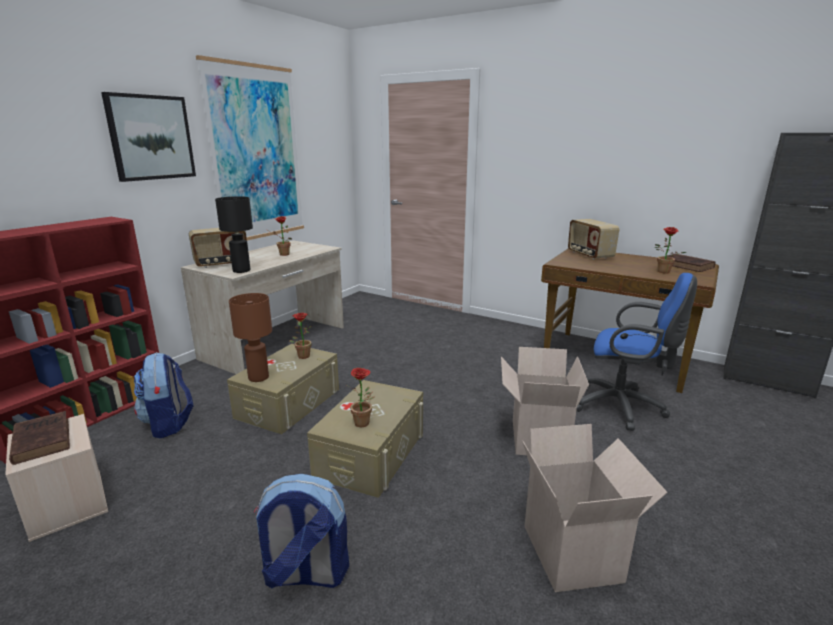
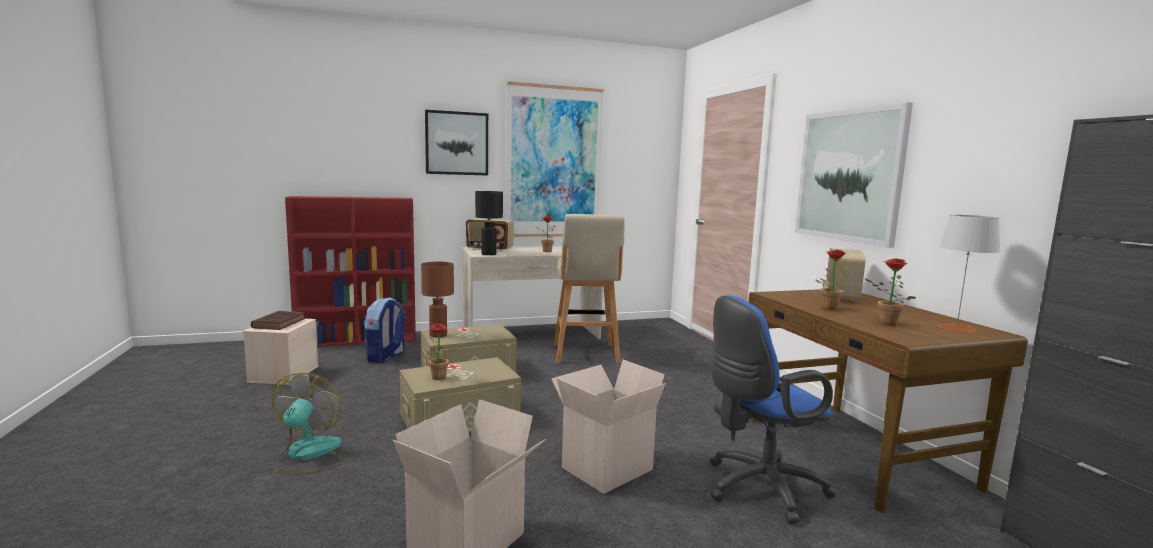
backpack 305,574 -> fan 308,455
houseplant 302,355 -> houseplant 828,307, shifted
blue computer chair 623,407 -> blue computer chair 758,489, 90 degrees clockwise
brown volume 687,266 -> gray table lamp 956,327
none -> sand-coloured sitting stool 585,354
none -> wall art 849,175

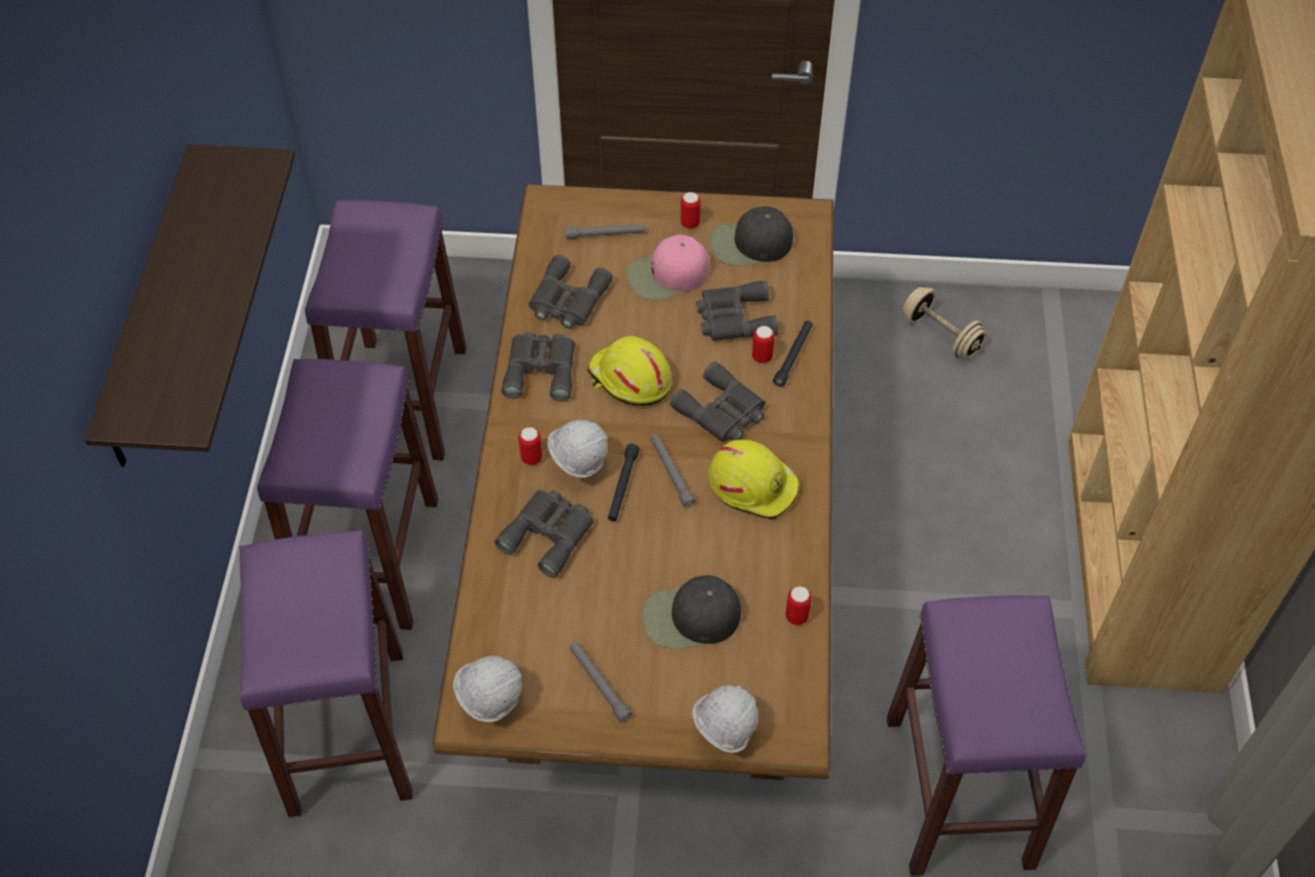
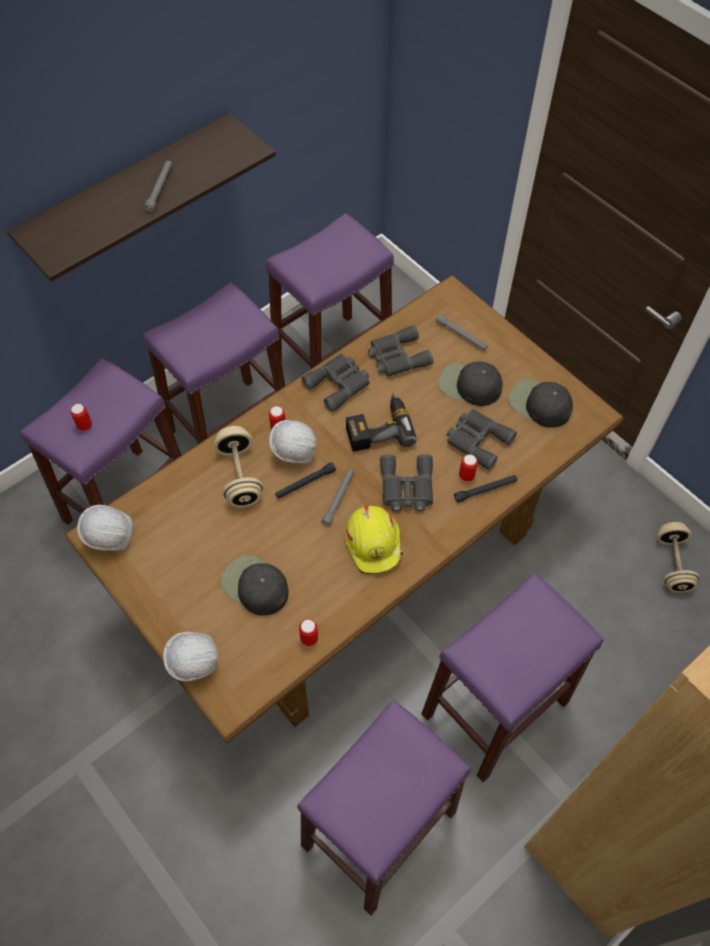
gray binoculars 549,534 -> sand-coloured free weight 240,476
gray torch 599,684 -> gray torch 159,189, shifted
yellowish safety helmet 629,379 -> drill 378,427
pink baseball cap 667,275 -> blackish baseball cap 468,385
metal can 690,223 -> metal can 84,425, shifted
none -> purple sitting stool 494,708

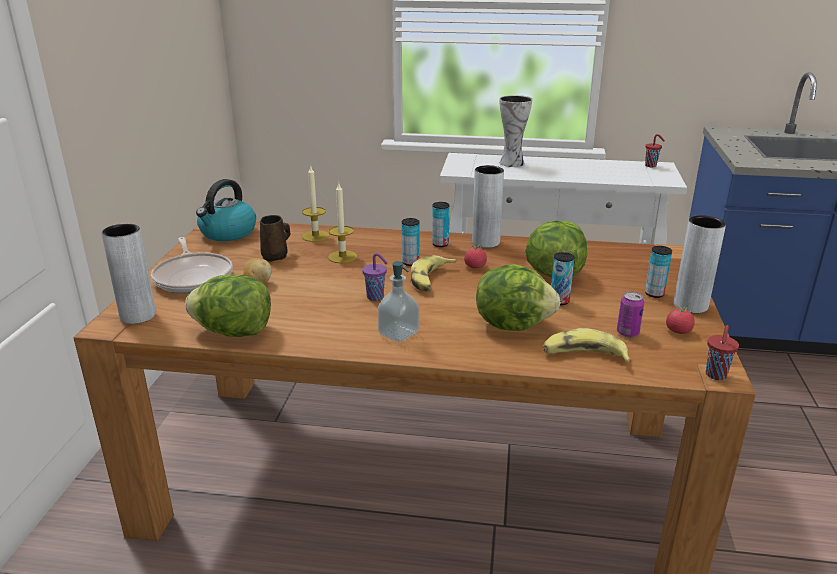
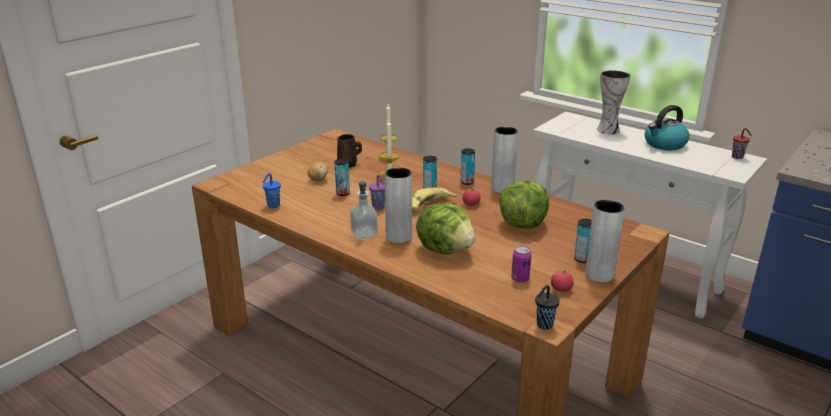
gray vase 138,315 -> gray vase 399,237, shifted
pan 193,277 -> none
lettuce head 234,332 -> blue drinking cup 273,206
water kettle 227,233 -> water kettle 664,144, shifted
banana fruit 584,356 -> none
metal can 559,301 -> metal can 343,193, shifted
reddish drinking cup 715,375 -> blackish drinking cup 543,325

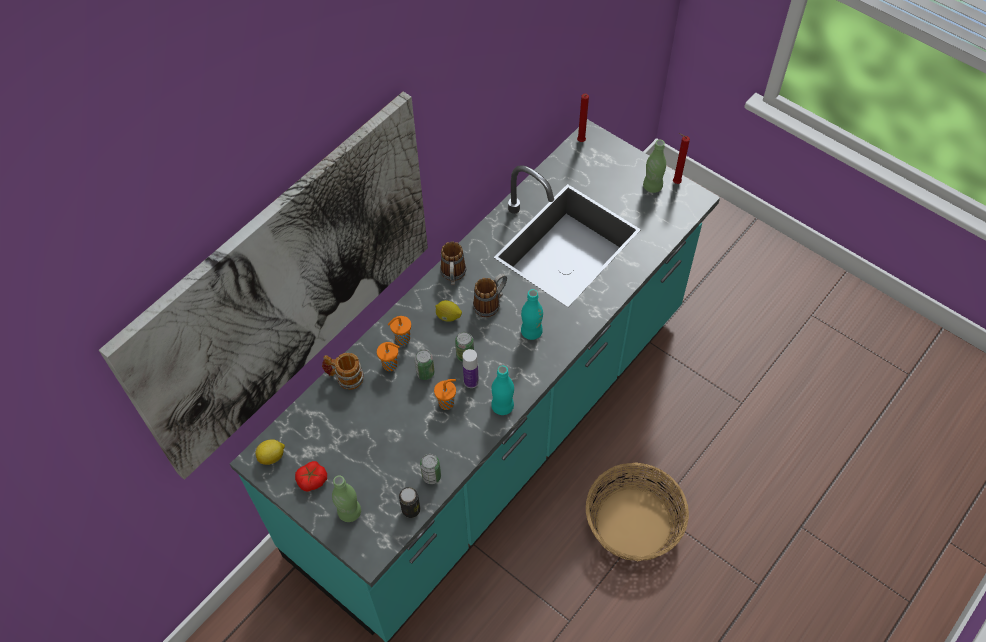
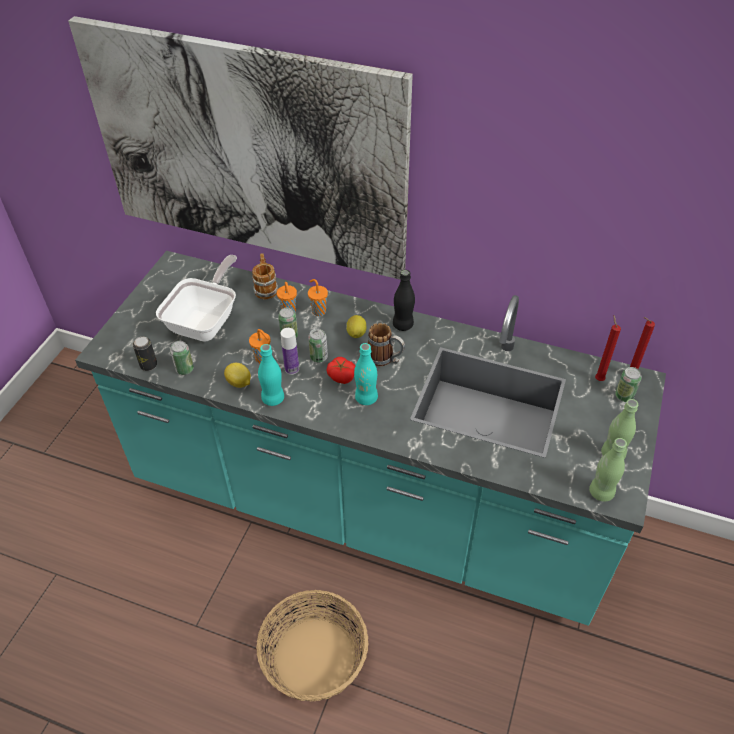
whole lemon 272,457 -> whole lemon 239,383, shifted
tomato 312,480 -> tomato 341,376, shifted
green beverage bottle 349,512 -> green beverage bottle 601,492, shifted
mug 453,276 -> blackish beverage bottle 403,325
reddish wax candle 675,182 -> reddish wax candle 598,378, shifted
none -> pan 206,321
none -> metal can 624,396

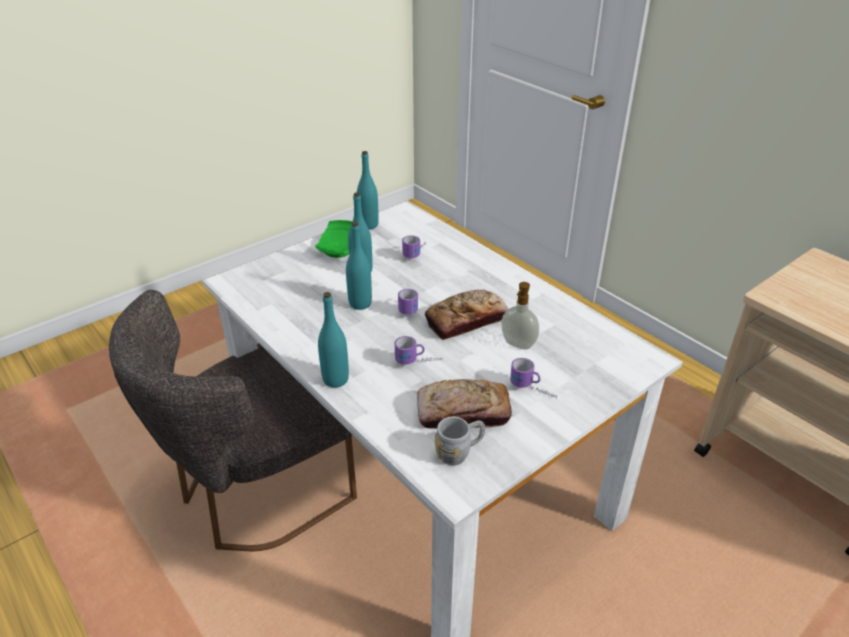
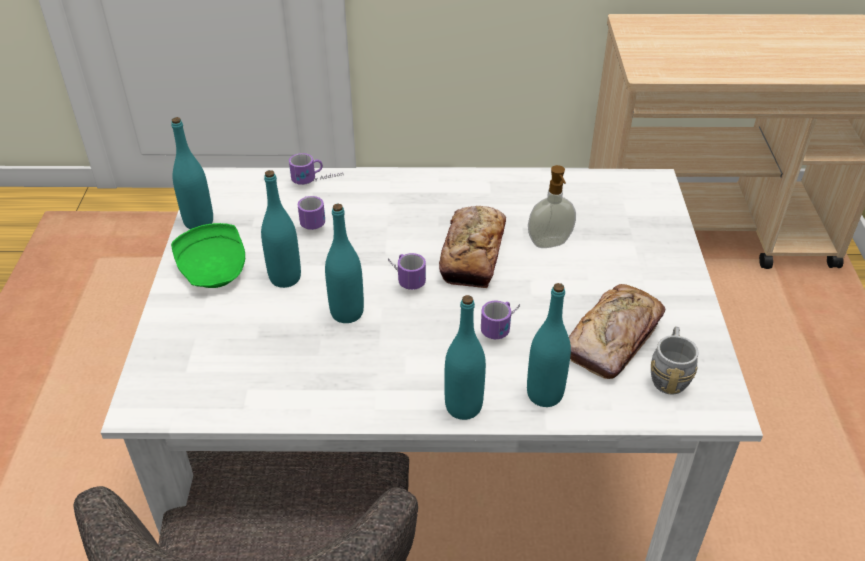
mug 533,390 -> mug 318,181, shifted
none -> turquoise-coloured beverage bottle 544,394

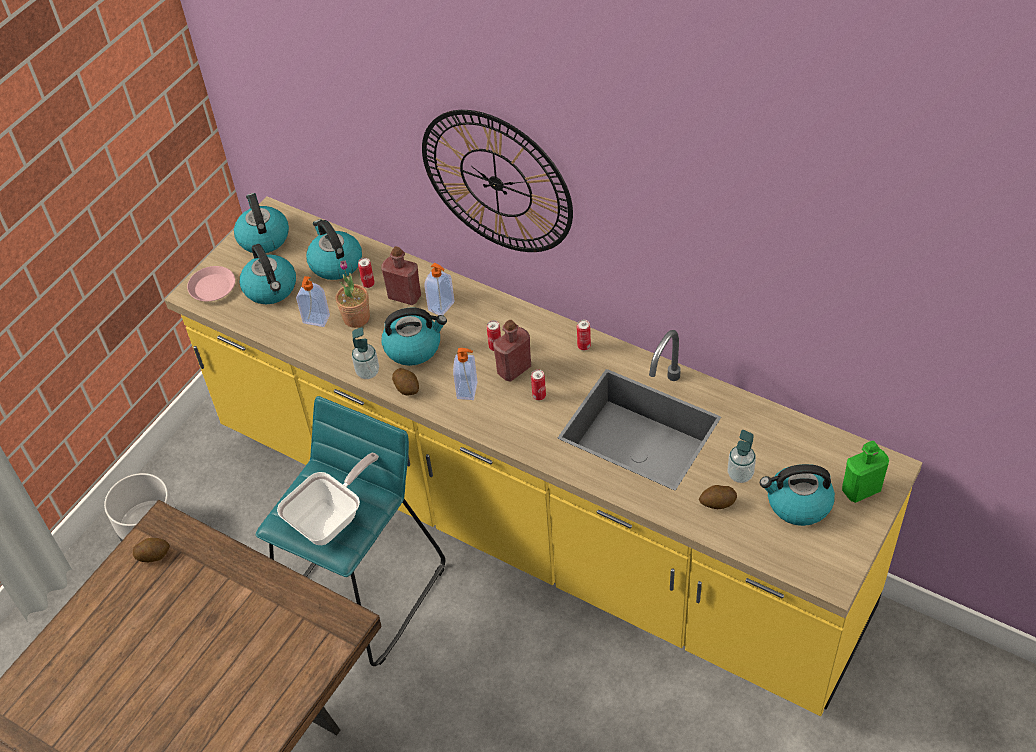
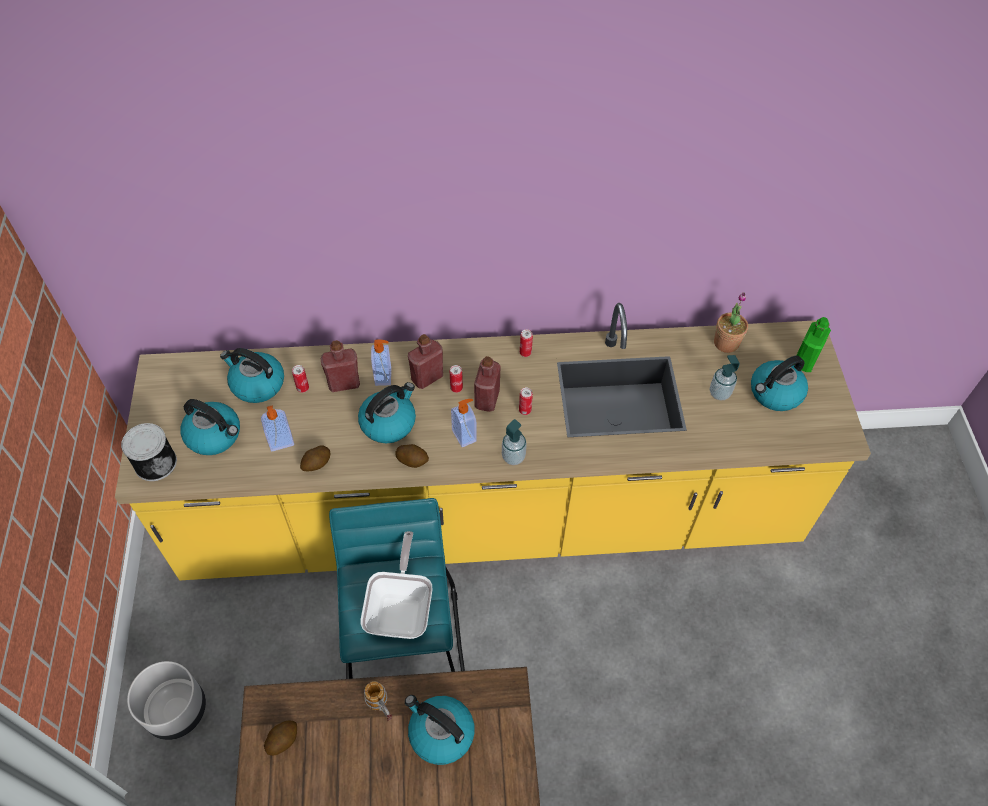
pink flat dish 212,287 -> metal can 155,462
water kettle 263,237 -> water kettle 440,733, shifted
houseplant 356,318 -> houseplant 726,343, shifted
soap bottle 367,372 -> soap bottle 513,457, shifted
hanging clock 496,182 -> none
spud 717,503 -> spud 316,464, shifted
none -> mug 381,708
none -> reddish beverage bottle 427,377

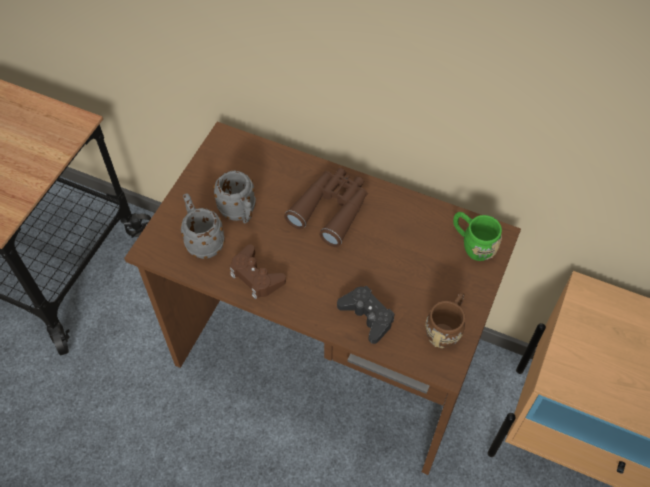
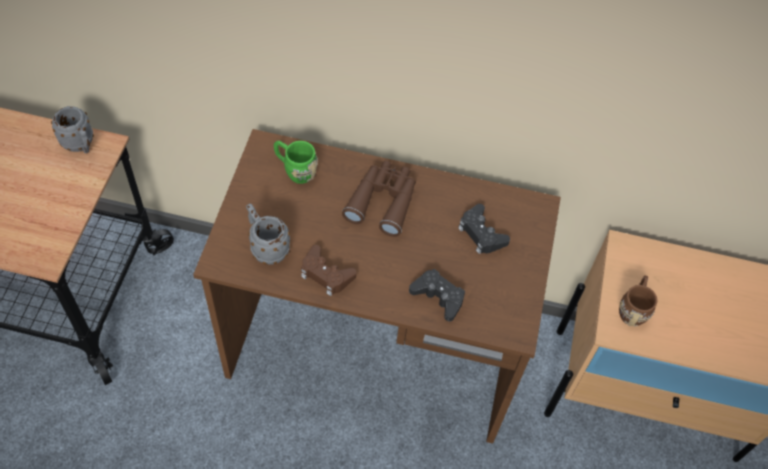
gray mug 240,213 -> gray mug 81,145, shifted
brown mug 446,328 -> brown mug 633,308, shifted
green mug 472,244 -> green mug 295,170, shifted
none -> blackish game controller 481,233

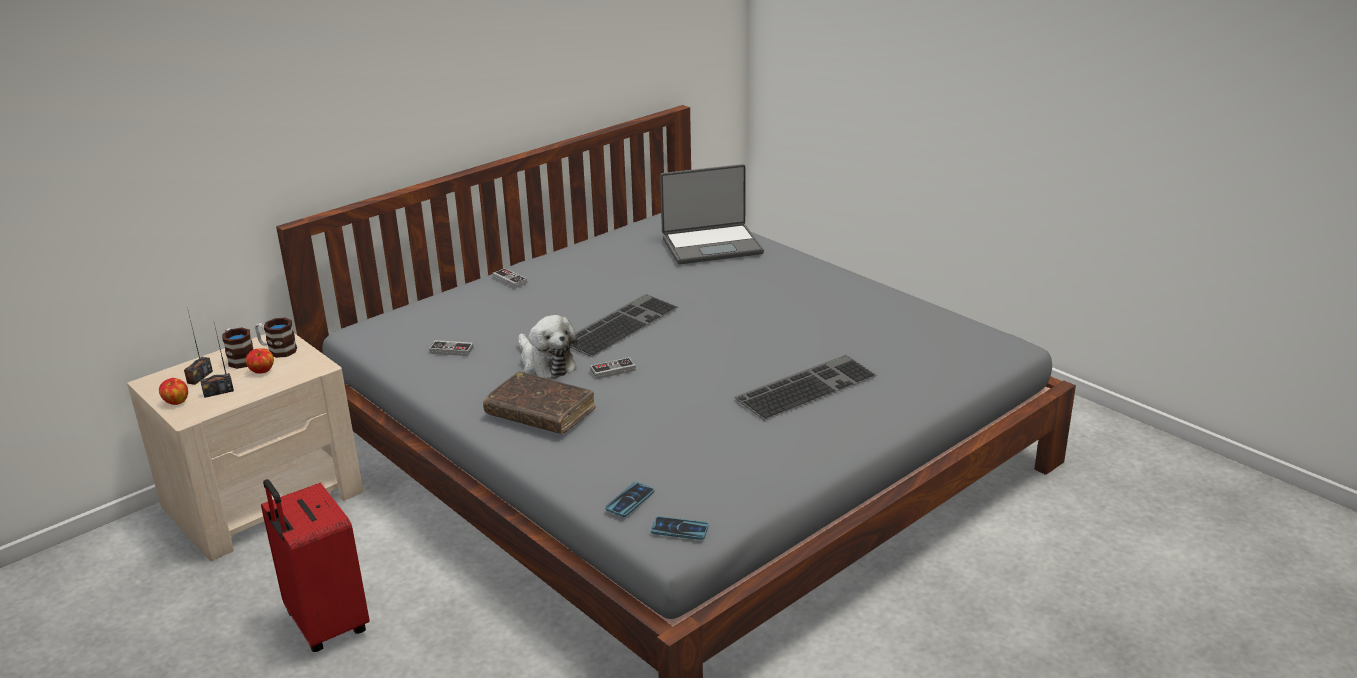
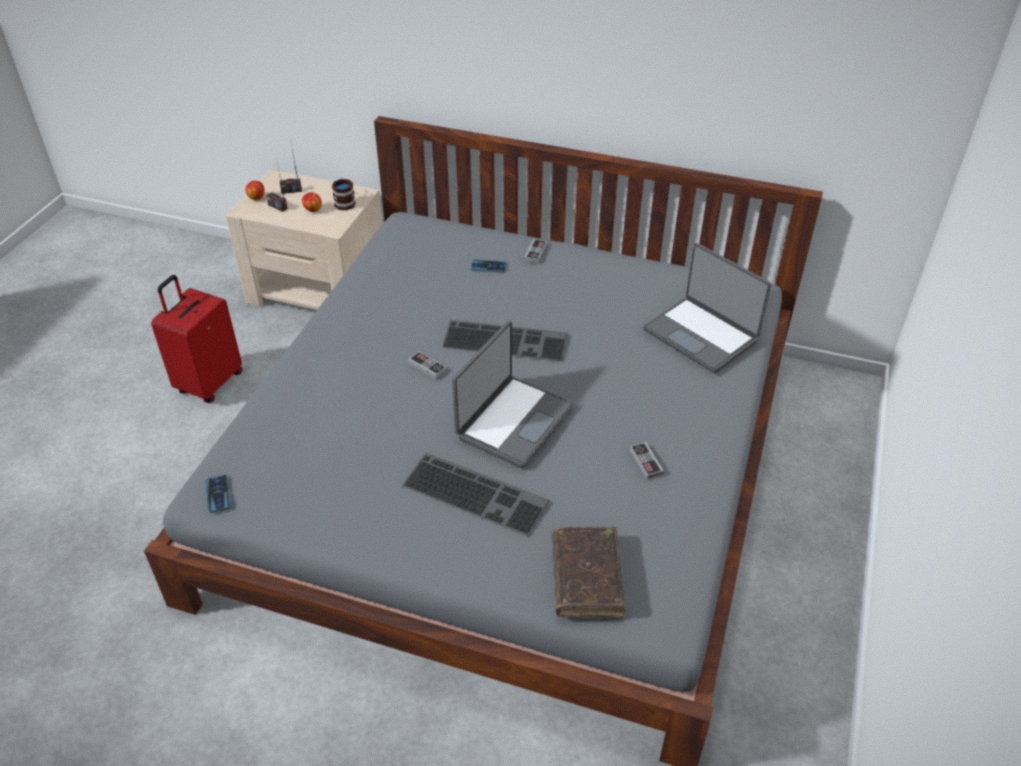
mug 239,359 -> none
game controller 451,350 -> game controller 646,462, shifted
brown volume 540,413 -> brown volume 586,578, shifted
plush toy 546,363 -> none
handset 630,500 -> handset 488,267, shifted
none -> laptop 513,421

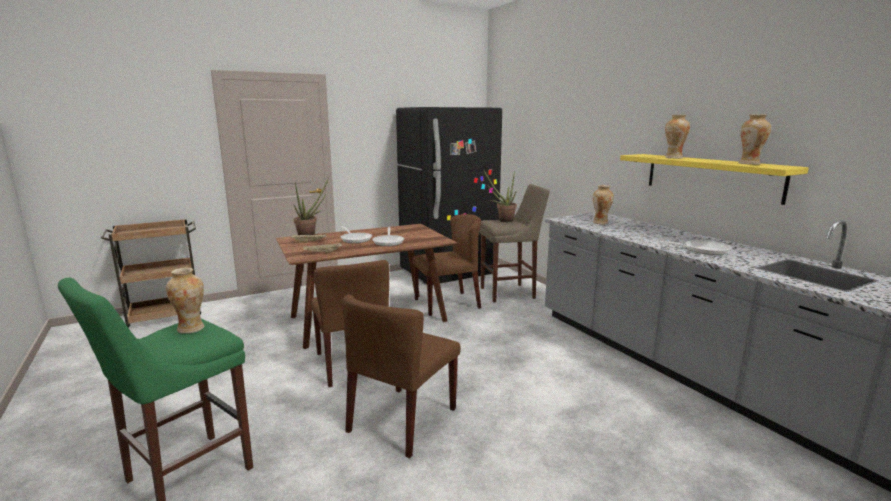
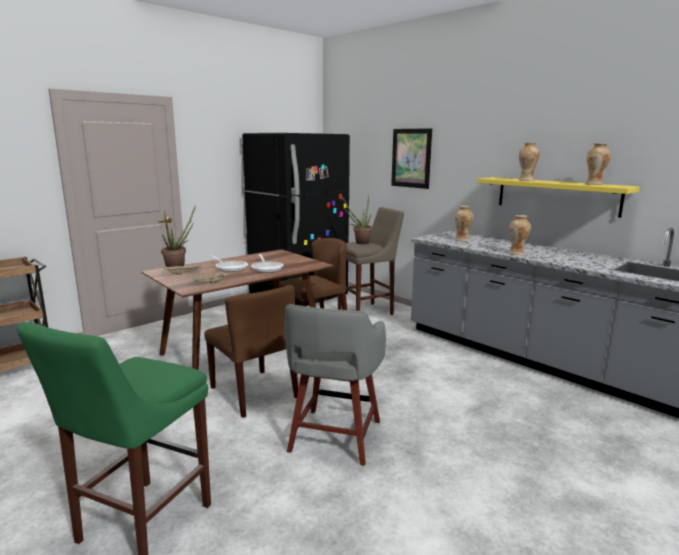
vase 191,328 -> vase 516,253, shifted
brown chair 402,420 -> gray sitting stool 334,438
pan 702,250 -> none
none -> wall art 411,158

